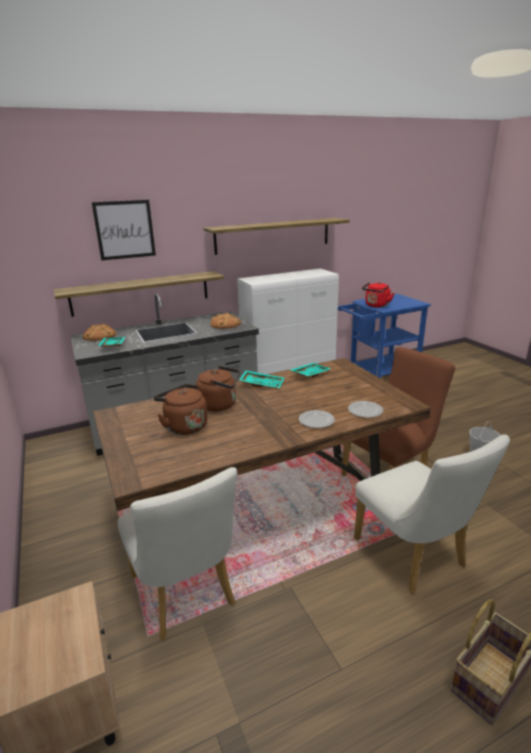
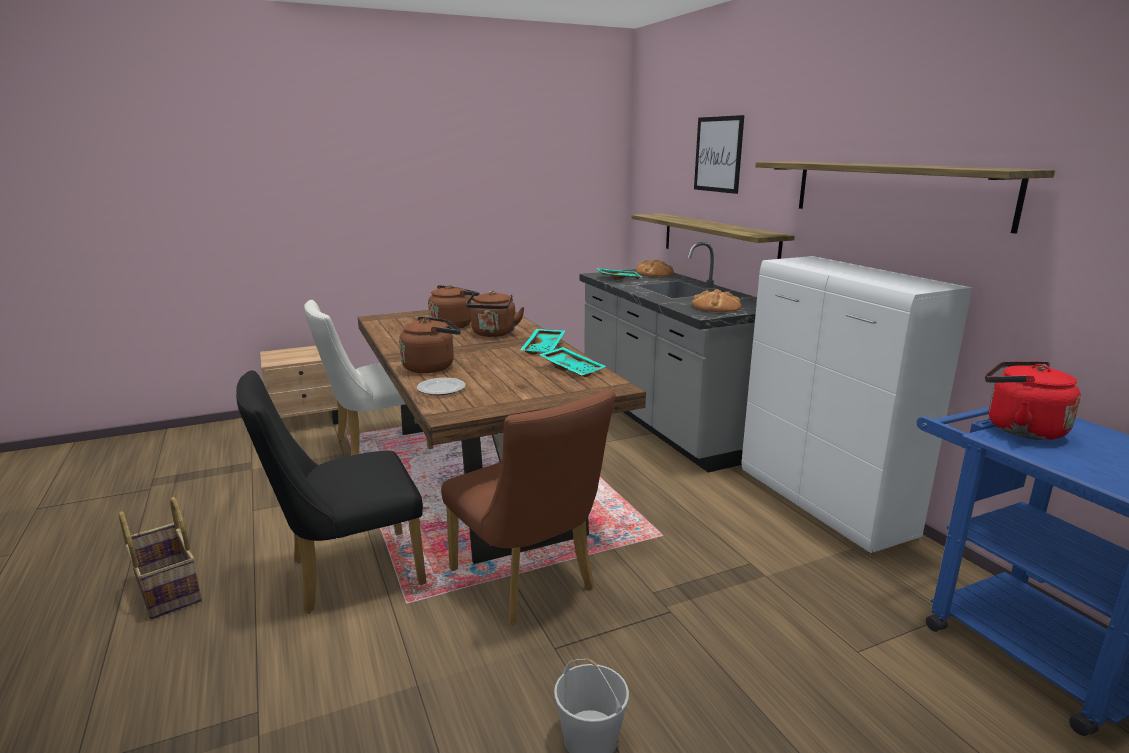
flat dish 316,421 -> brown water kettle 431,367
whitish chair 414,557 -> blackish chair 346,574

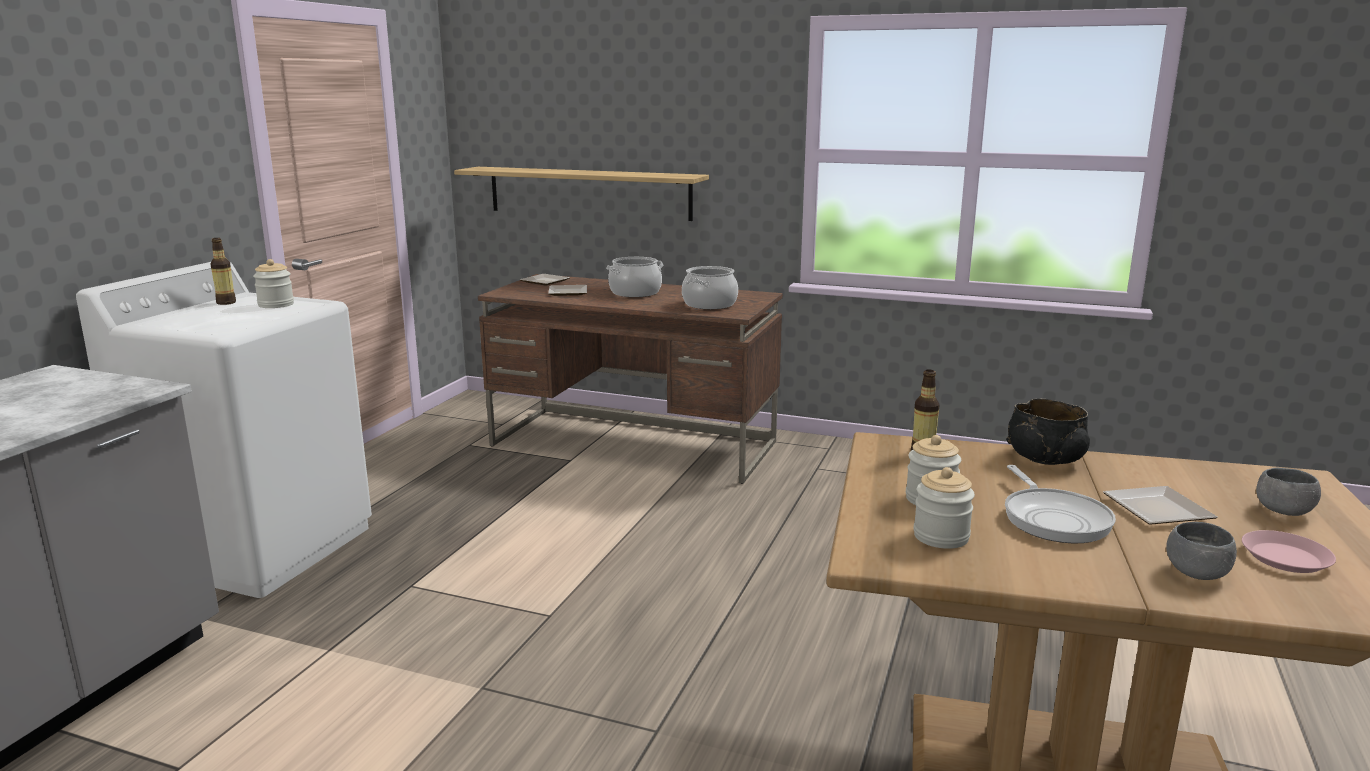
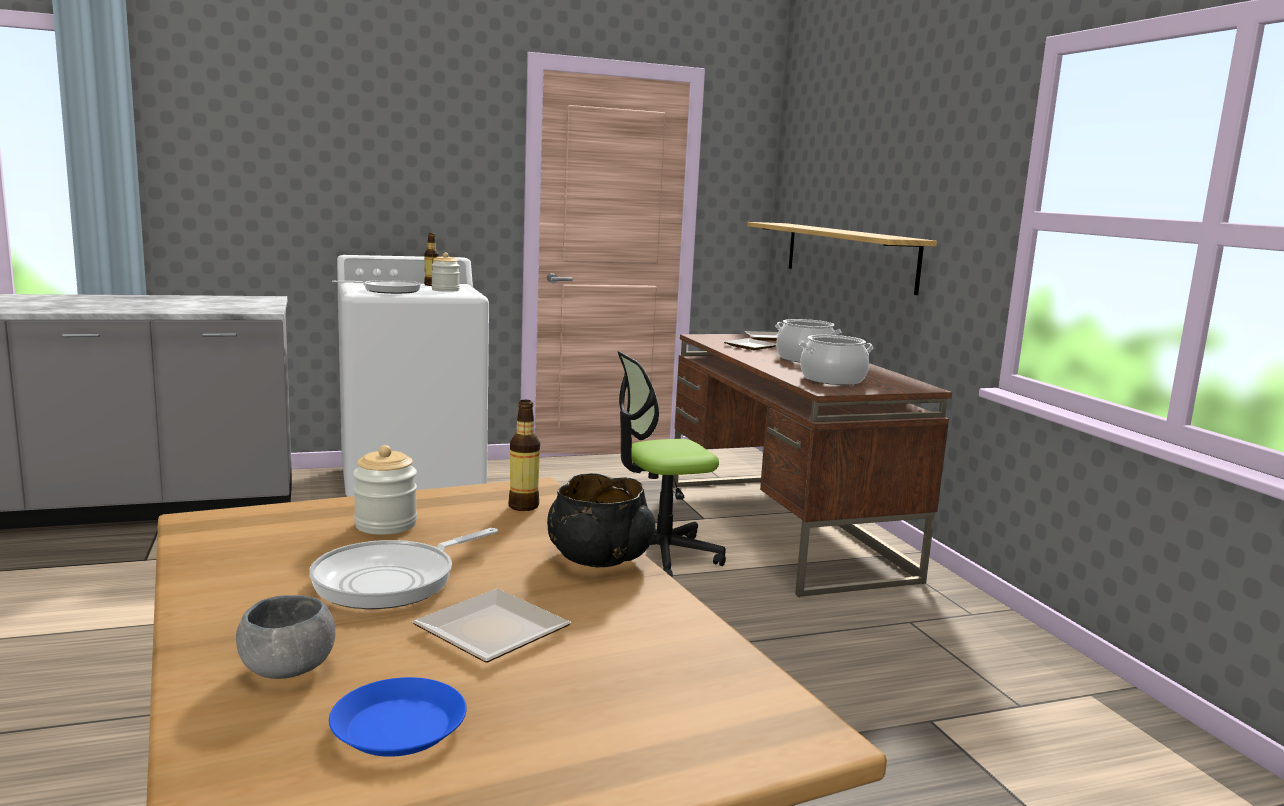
preserve jar 941,536 -> none
pink flat dish 1285,558 -> blue flat dish 398,727
gray serving bowl 1283,511 -> none
none -> pan 388,290
none -> computer chair 659,555

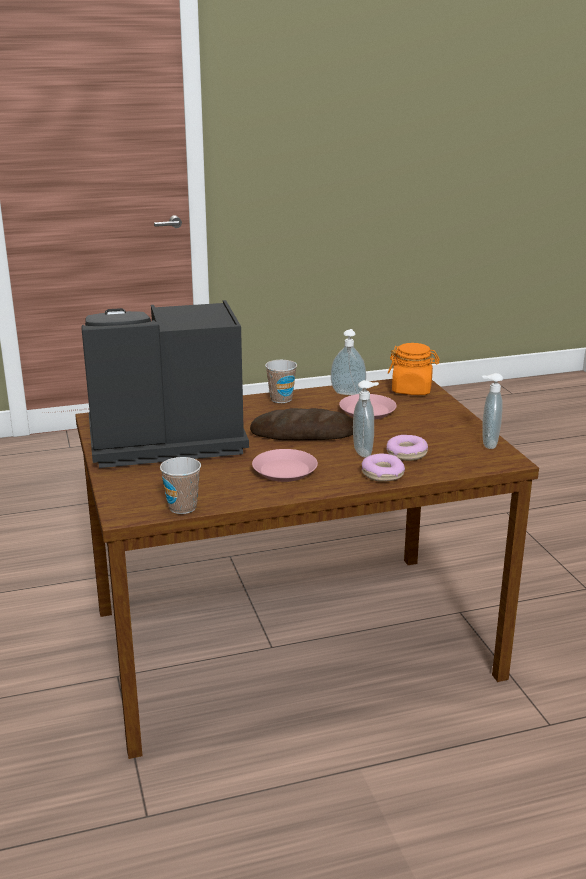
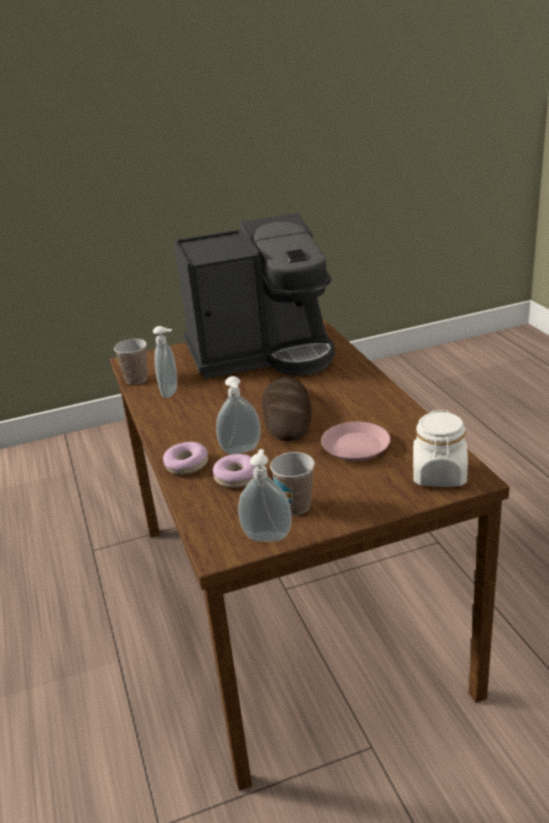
coffee brewer 161,441 -> coffee brewer 263,353, 90 degrees clockwise
pink flat dish 284,470 -> none
drinking cup 281,399 -> drinking cup 295,506, shifted
soap bottle 348,392 -> soap bottle 171,392, shifted
orange preserve jar 412,390 -> whitish preserve jar 439,475

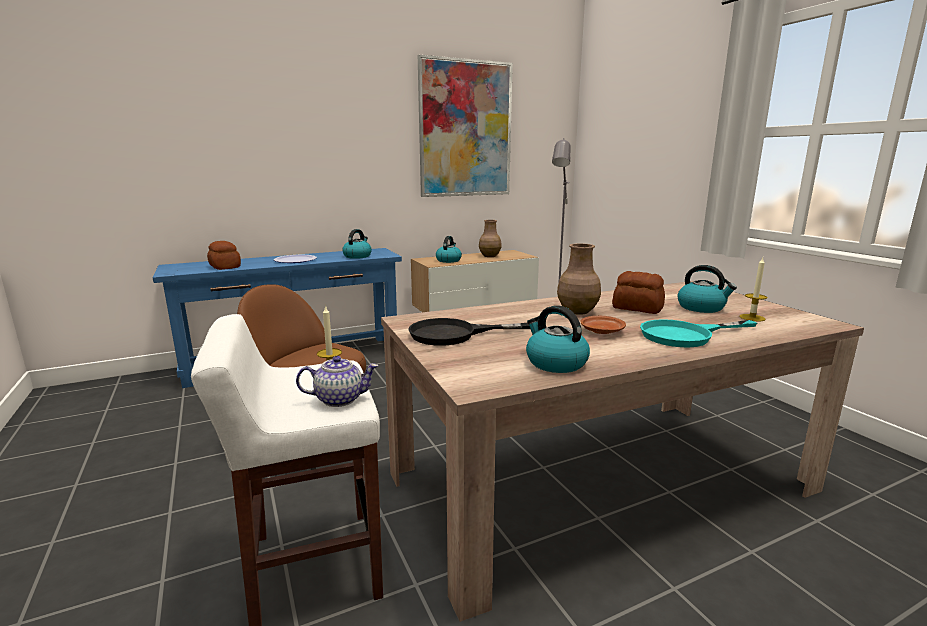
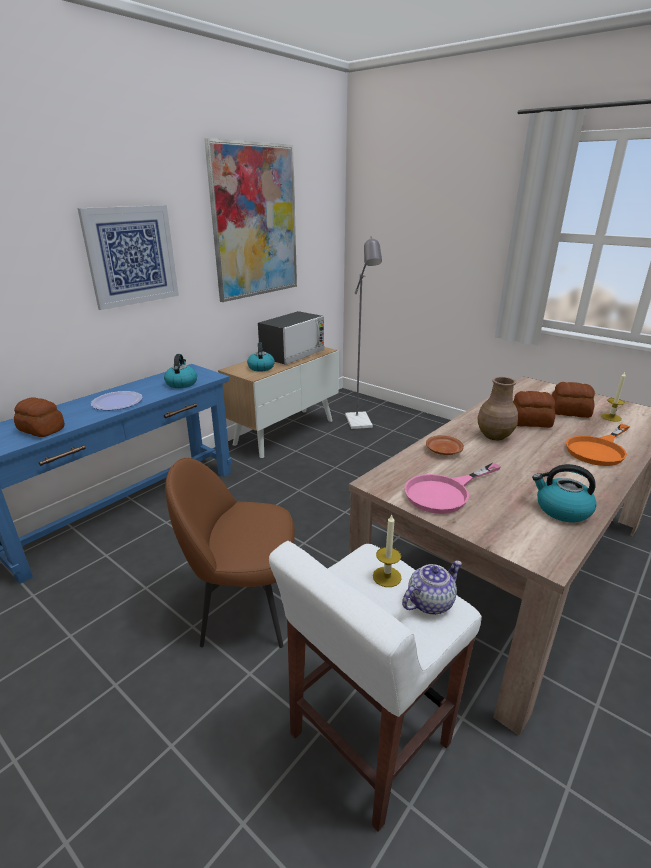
blackish pan 455,334 -> pink pan 445,492
brown vase 490,256 -> microwave 293,355
brown flat dish 602,331 -> brown flat dish 443,451, shifted
turquoise-coloured pan 686,335 -> orange pan 599,449
water kettle 701,308 -> baked bread 568,411
none -> wall art 131,256

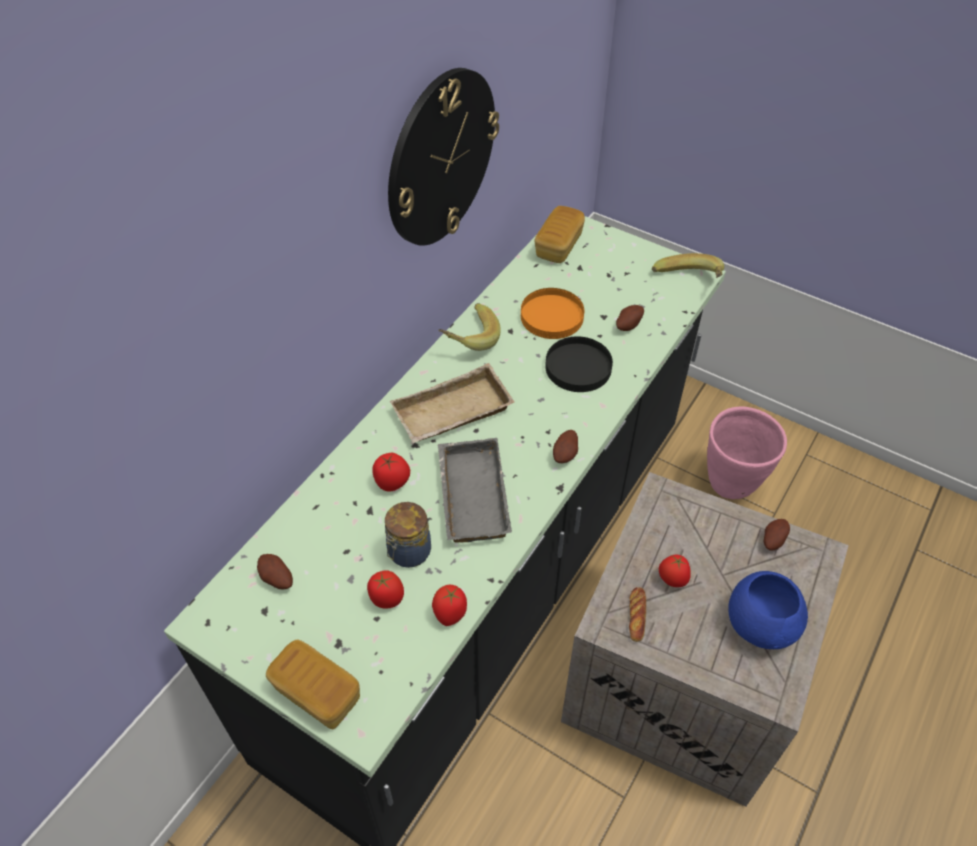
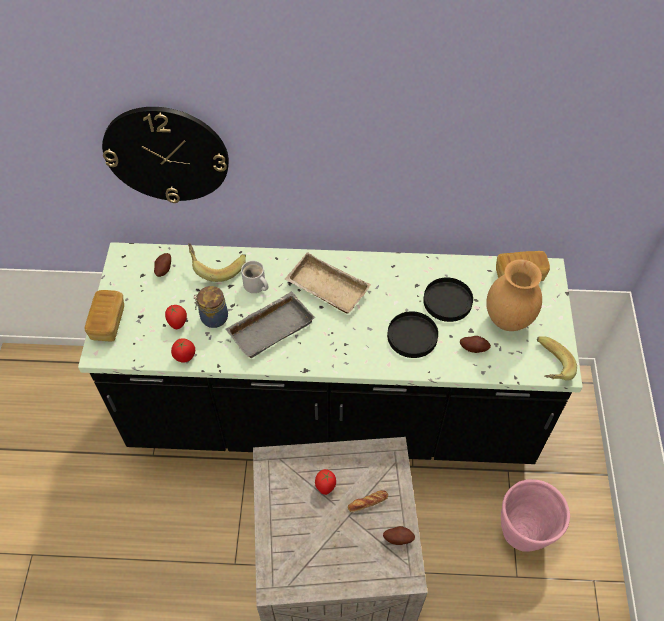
tomato 392,483 -> whitish mug 255,286
hanging clock 441,158 -> hanging clock 166,154, shifted
banana fruit 468,338 -> banana fruit 216,266, shifted
orange flat dish 551,316 -> blackish flat dish 447,301
spud 565,454 -> none
baked bread 637,616 -> baked bread 368,502, shifted
blue serving bowl 761,622 -> none
none -> brown vase 506,320

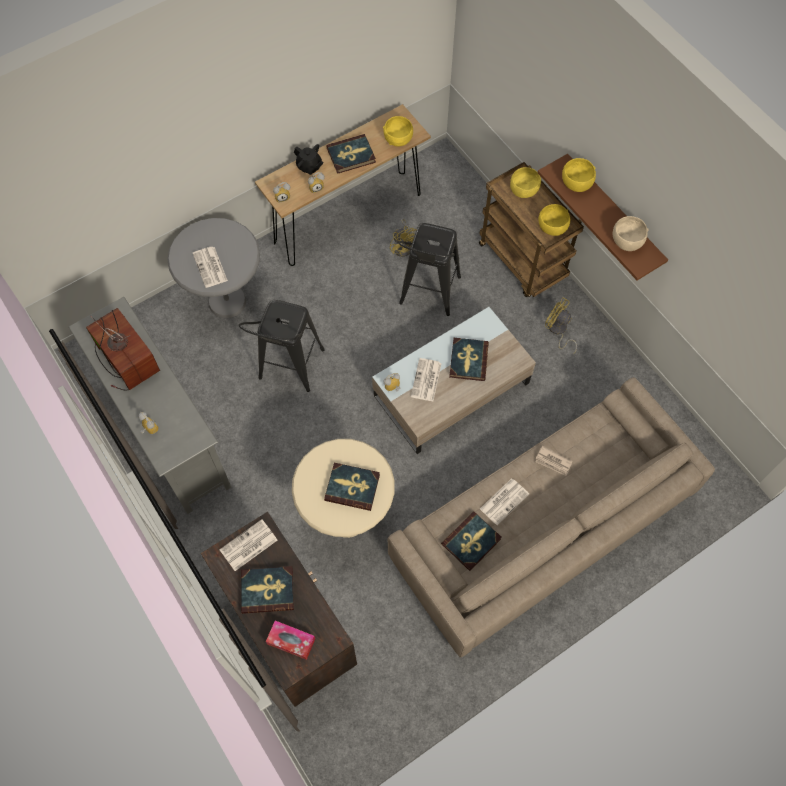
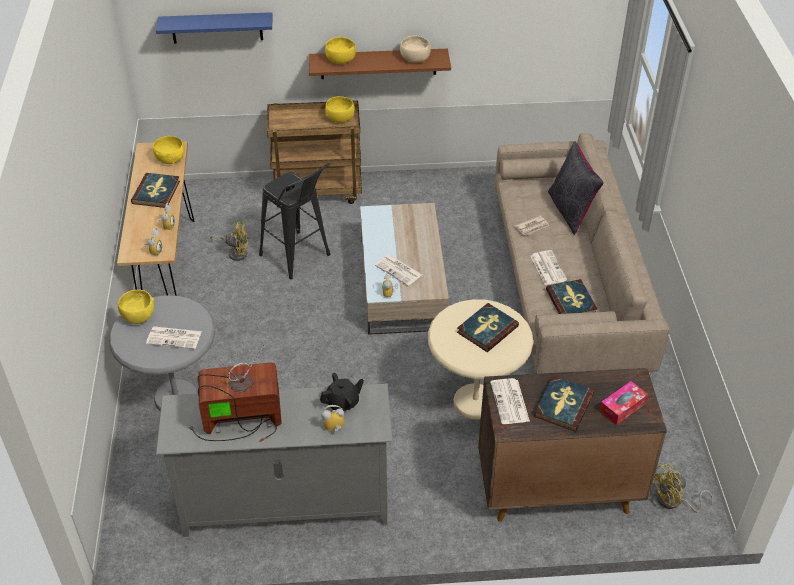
blackish sitting stool 289,370 -> none
blackish pot for tea 309,166 -> blackish pot for tea 342,403, shifted
volume 468,360 -> none
yellowish serving bowl 523,190 -> yellowish serving bowl 138,316, shifted
yellowish fan 558,331 -> yellowish fan 674,502, shifted
none -> blue shelf 217,28
none -> blackish pillow 571,211

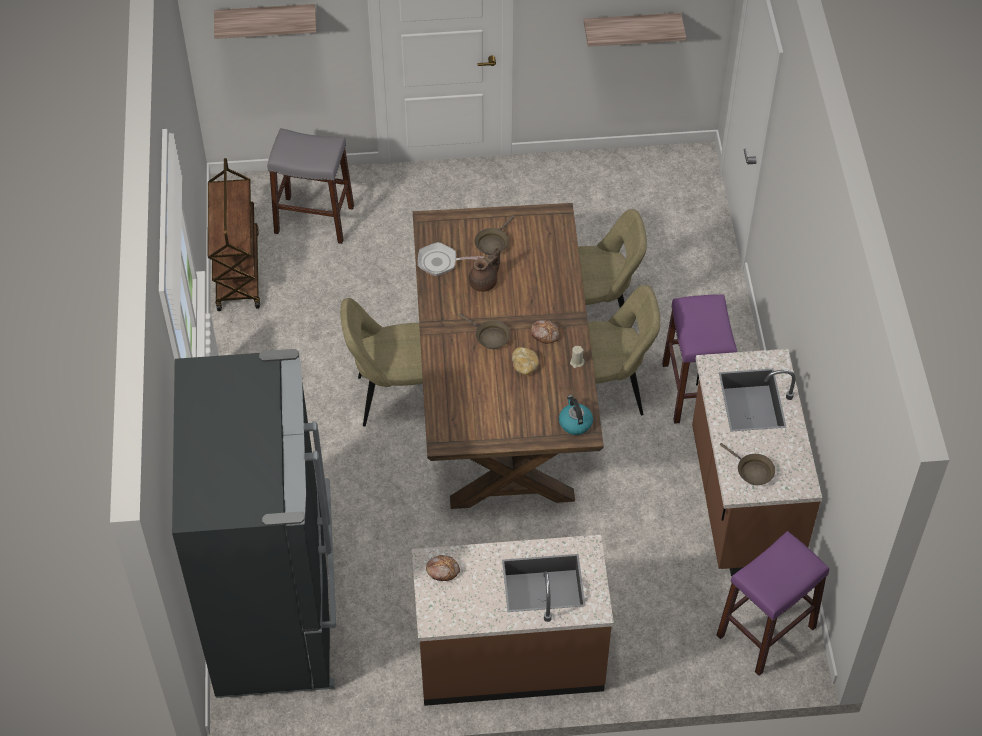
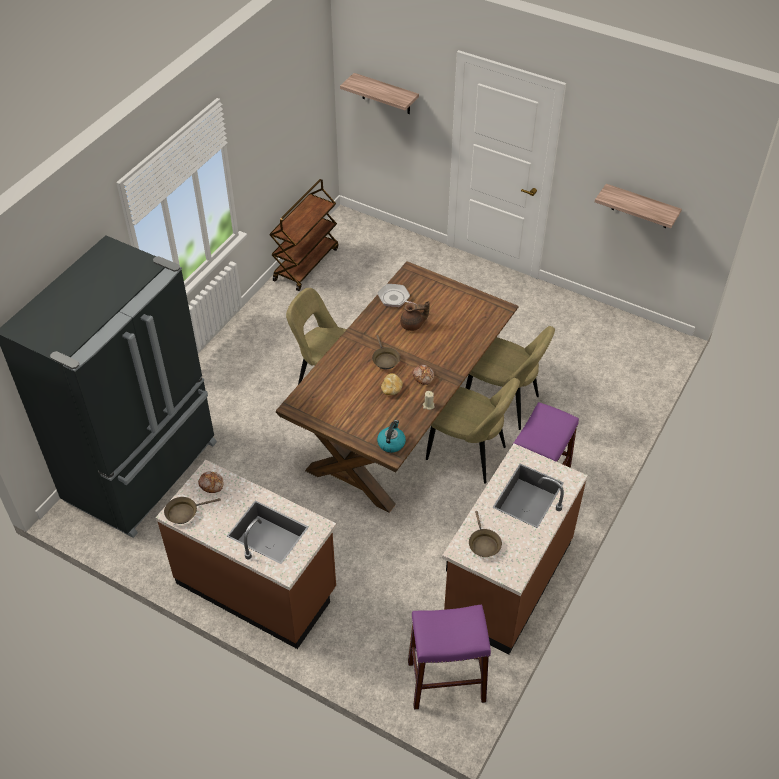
gray sitting stool 314,219 -> none
brown pan 493,243 -> brown pan 184,512, shifted

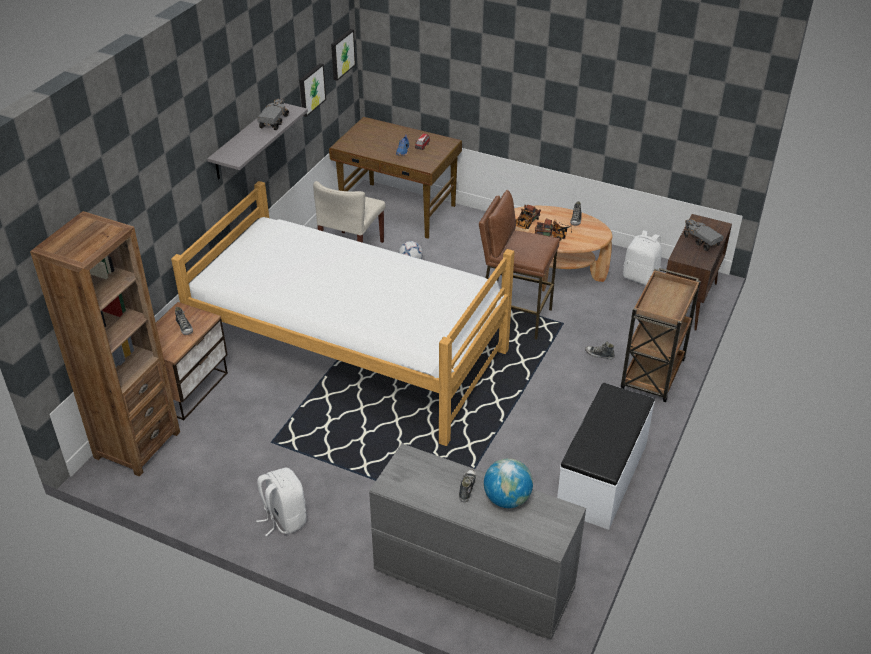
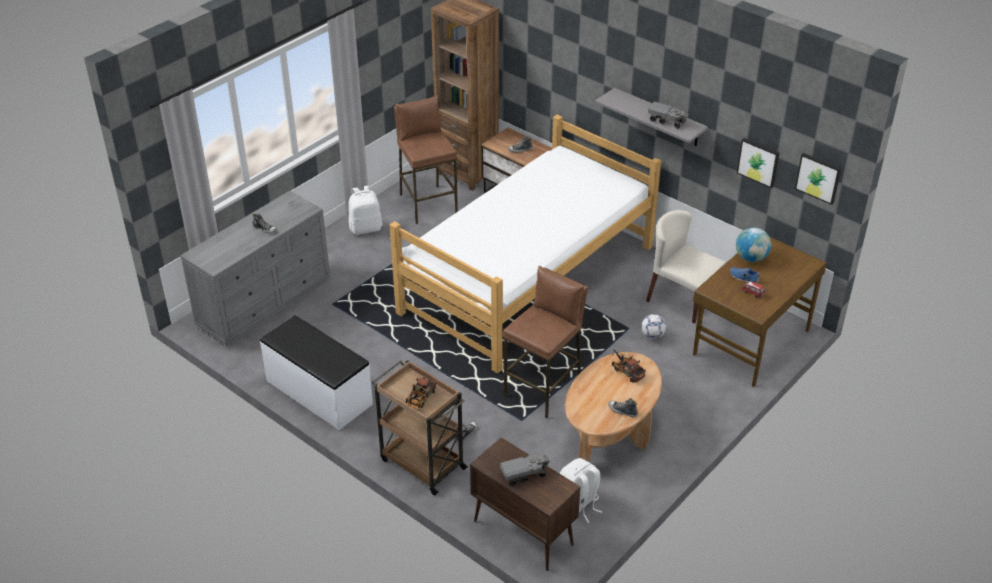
globe 507,499 -> globe 751,258, shifted
toy lorry 553,236 -> toy lorry 420,399, shifted
none -> brown sitting stool 428,204

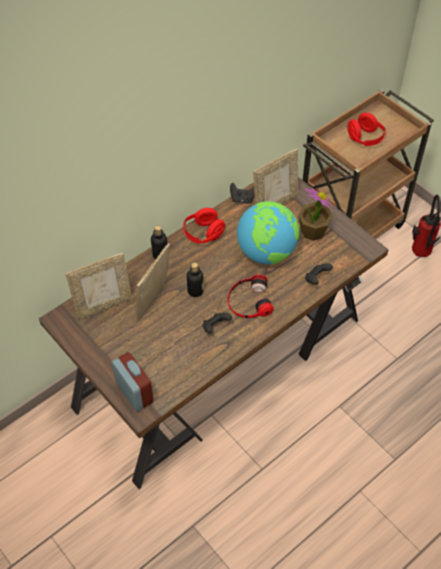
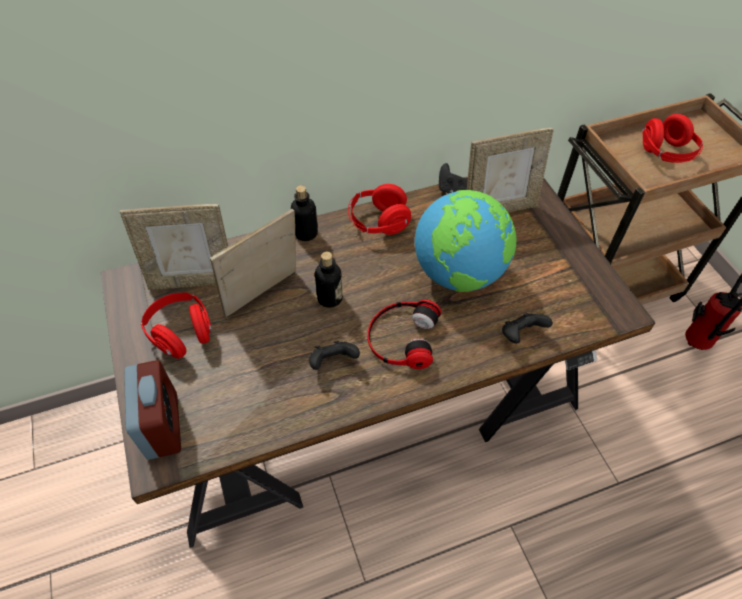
houseplant 313,231 -> none
none -> reddish pair of headphones 181,333

